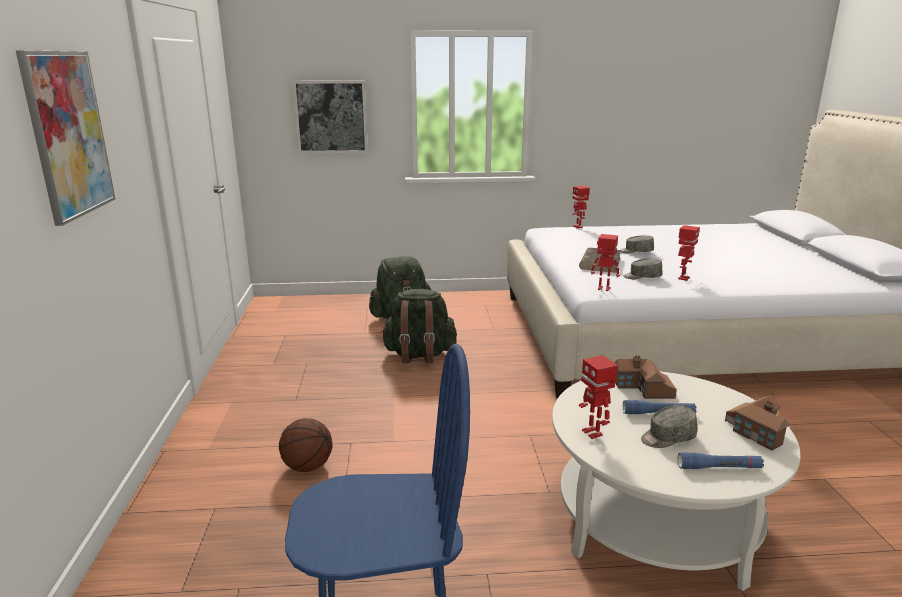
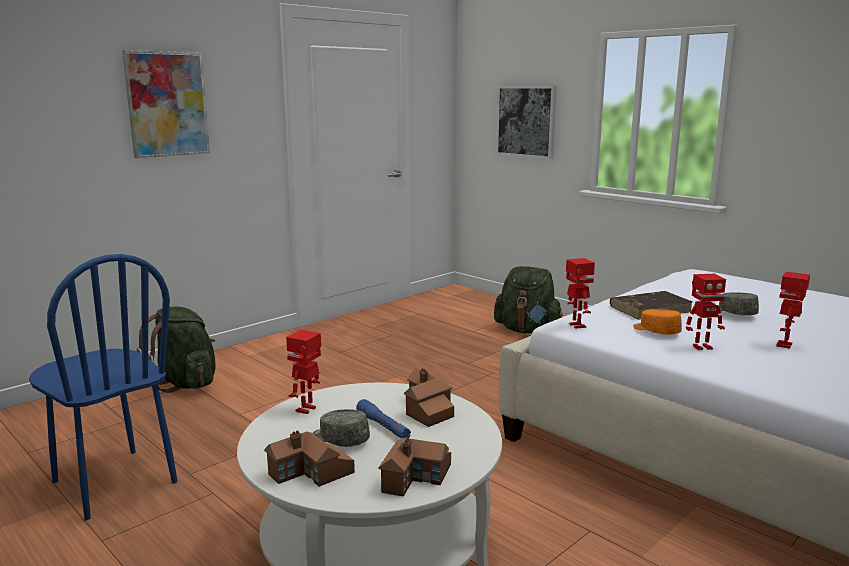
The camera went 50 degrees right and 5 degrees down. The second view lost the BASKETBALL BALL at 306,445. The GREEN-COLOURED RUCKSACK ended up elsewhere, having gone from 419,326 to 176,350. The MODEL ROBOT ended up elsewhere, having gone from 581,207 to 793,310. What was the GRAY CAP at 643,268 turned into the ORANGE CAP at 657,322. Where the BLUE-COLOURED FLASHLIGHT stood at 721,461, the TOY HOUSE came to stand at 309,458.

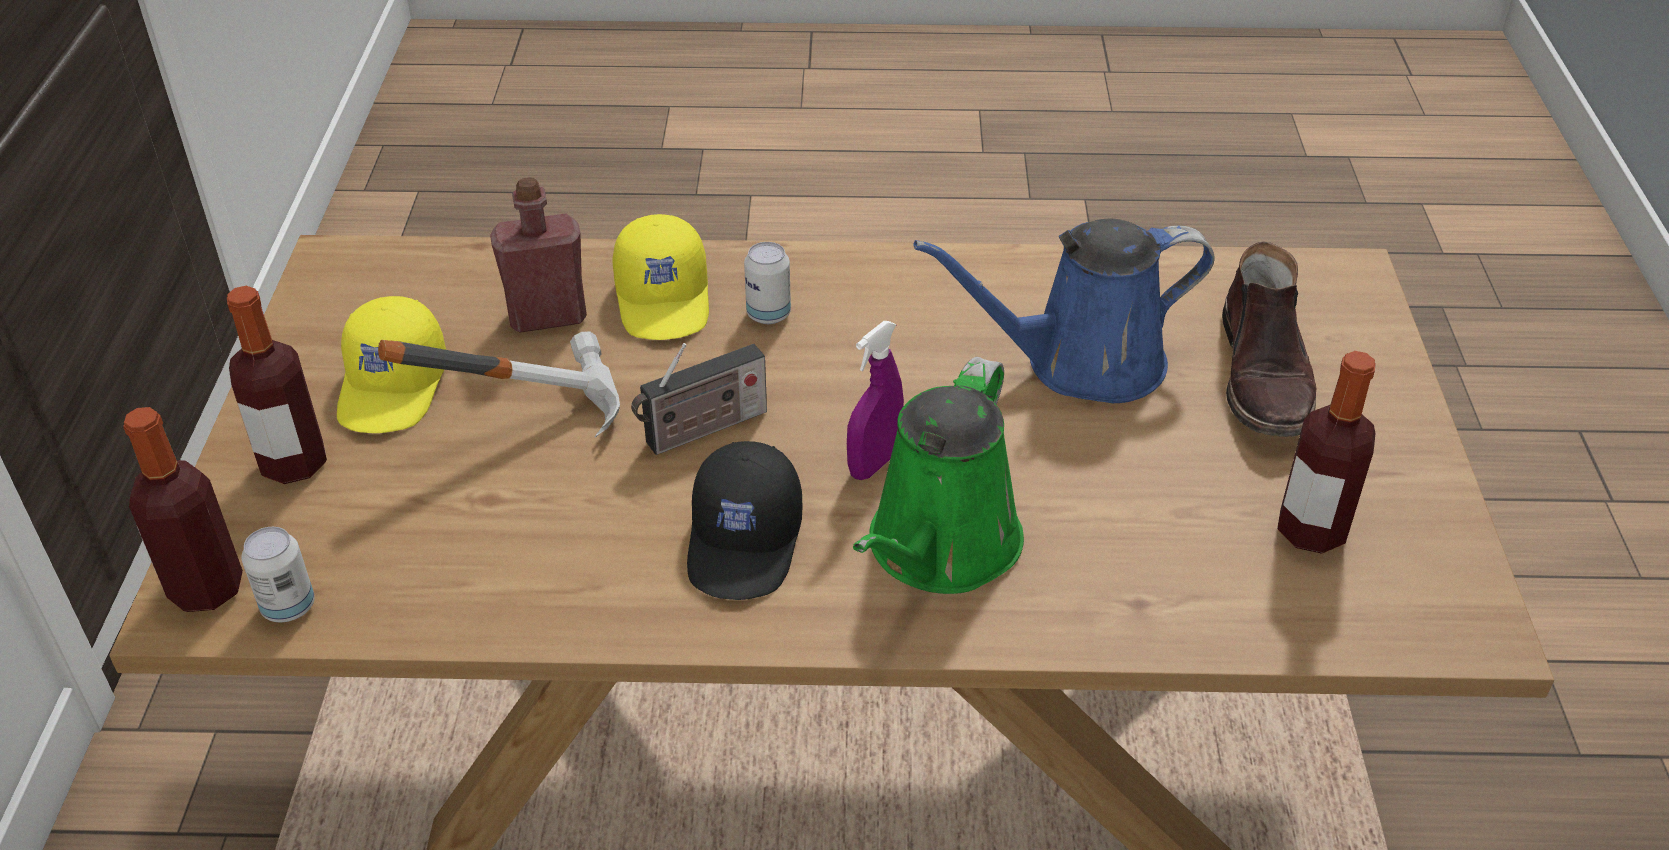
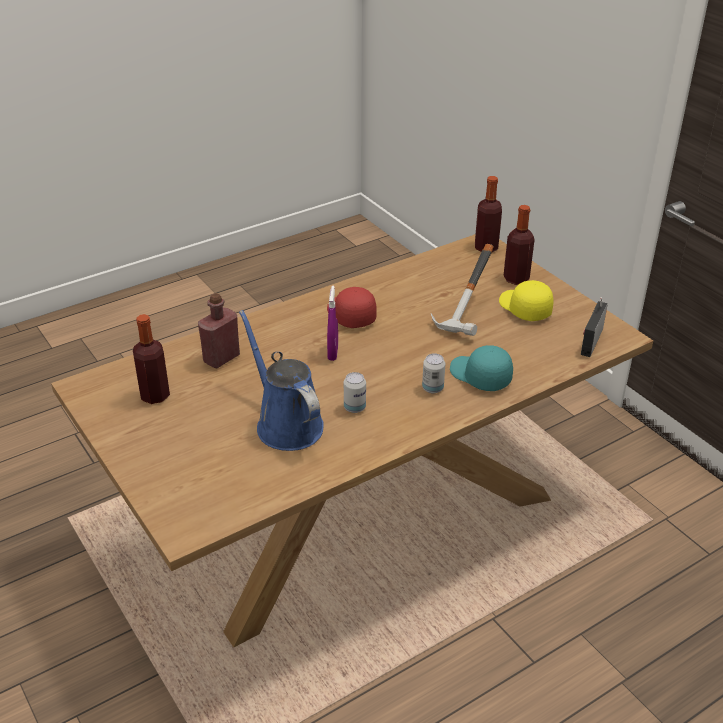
The camera went 145 degrees right and 5 degrees down. The SEALED CAN ended up elsewhere, having gone from 278,574 to 355,392. The RED-COLOURED BEVERAGE BOTTLE ended up elsewhere, having gone from 538,255 to 219,330. What was the YELLOWISH CAP at 661,277 turned into the BLUE-GREEN CAP at 481,368. The RADIO SET ended up elsewhere, having gone from 699,399 to 594,327. What was the BLACKISH CAP at 744,520 turned into the RED-COLOURED CAP at 352,307. The second view lost the GREEN-COLOURED WATERING POT at 938,475. The BLUE-COLOURED WATERING POT at 1063,310 ended up facing another way, 75 degrees counterclockwise from before. The second view lost the BROWN HIGH-TOP BOOT at 1269,339.

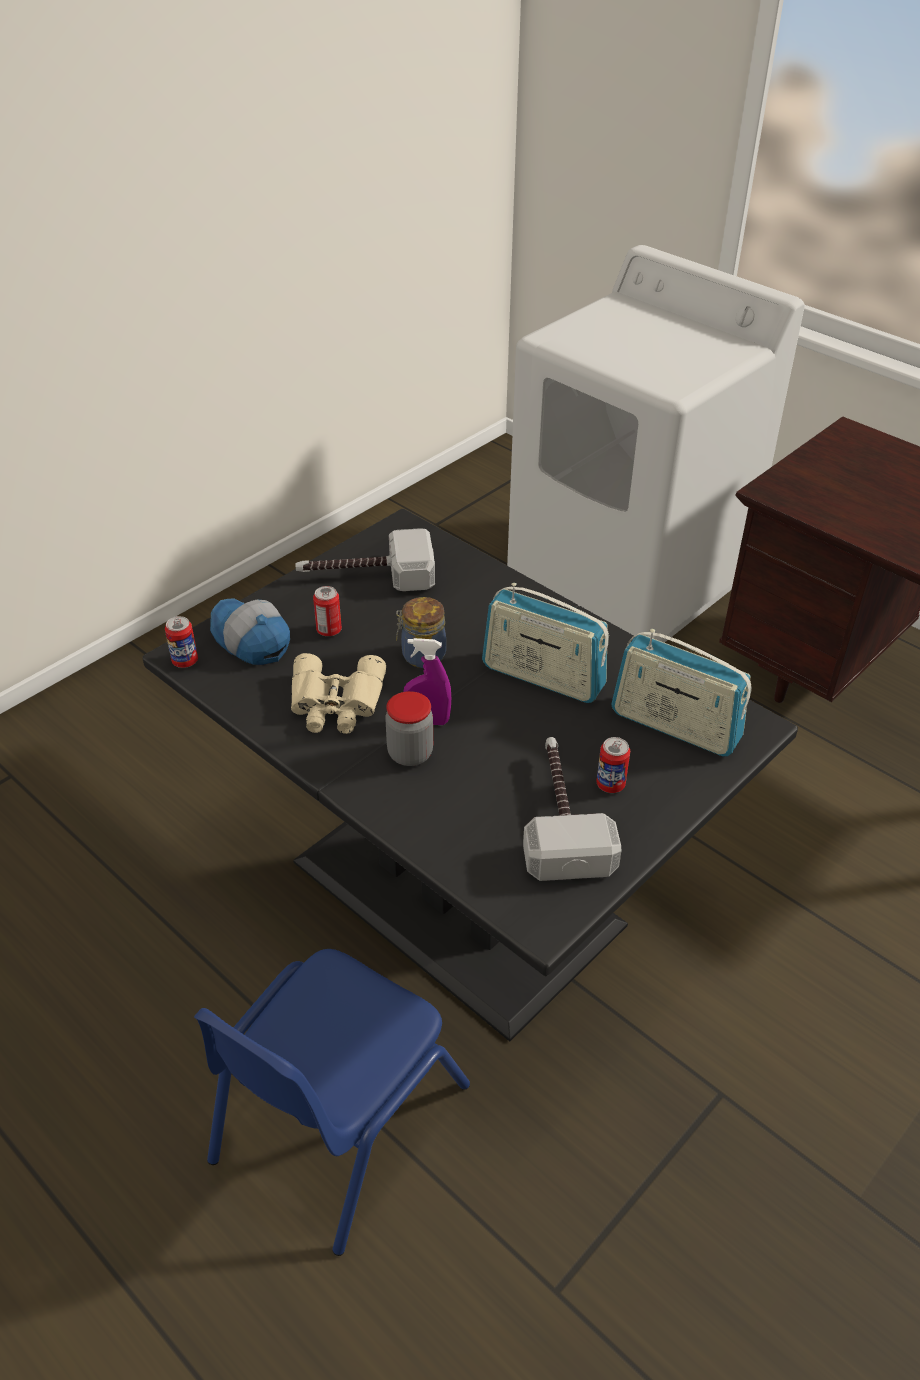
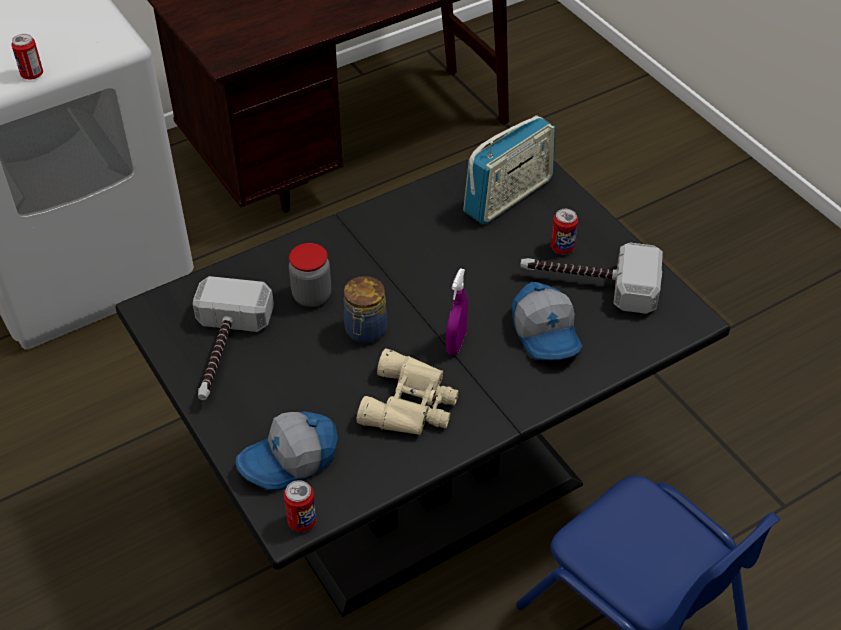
The camera went 75 degrees left and 5 degrees up. The SEALED CAN ended up elsewhere, having gone from 327,611 to 27,57. The PRESERVE JAR ended up elsewhere, having gone from 409,728 to 310,275. The second view lost the RADIO SET at 545,643. The second view gained the CAP at 547,321.

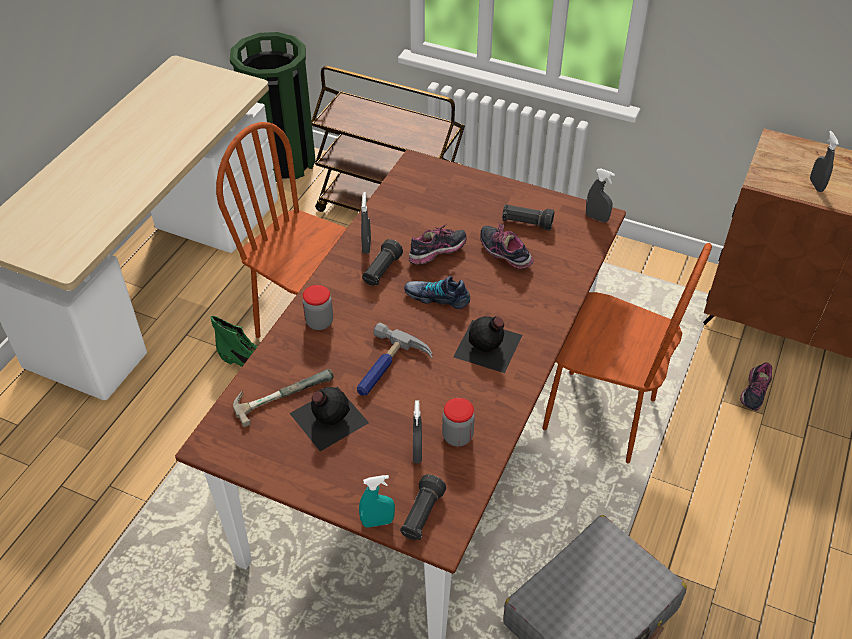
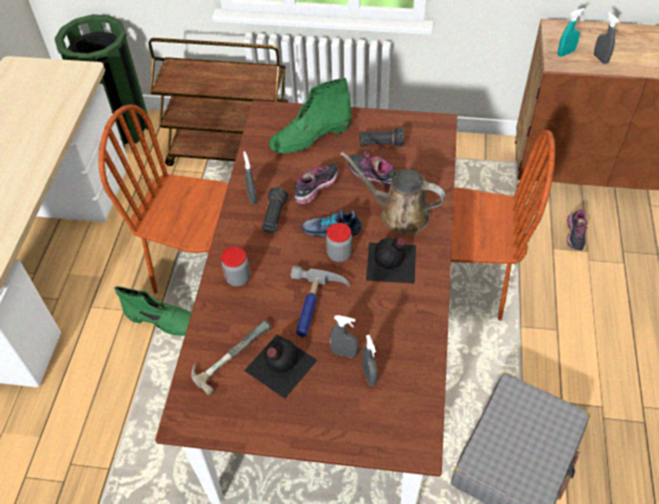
The camera went 15 degrees left and 5 degrees up. The BLUE-GREEN SPRAY BOTTLE ended up elsewhere, having gone from 377,501 to 571,32. The second view lost the BLACKISH FLASHLIGHT at 423,507. The PRESERVE JAR ended up elsewhere, having gone from 458,422 to 339,242. The GRAY SPRAY BOTTLE ended up elsewhere, having gone from 600,195 to 344,336. The second view gained the GREEN-COLOURED HIGH-TOP BOOT at 310,116. The second view gained the BROWN WATERING POT at 393,193.

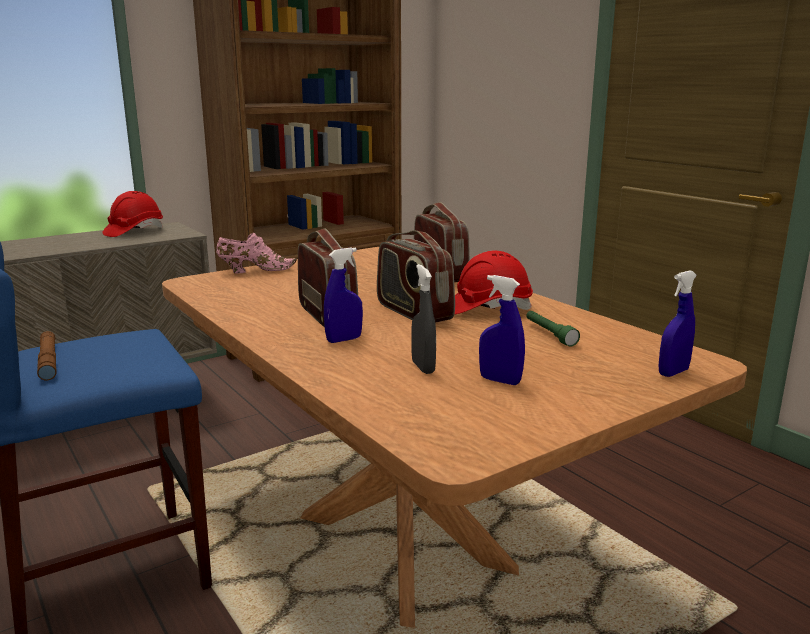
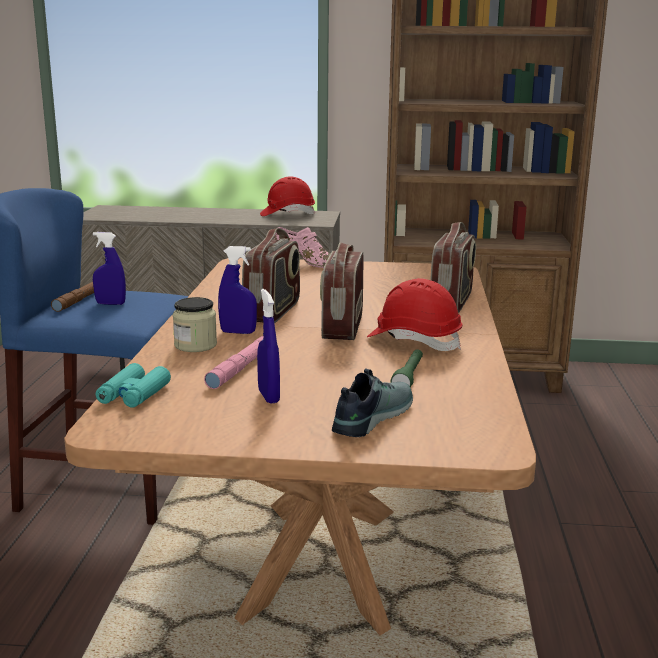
The camera went 40 degrees right and 0 degrees up. Where the GRAY SPRAY BOTTLE stood at 423,319, the PINK FLASHLIGHT came to stand at 233,362. The BLUE-COLOURED SPRAY BOTTLE ended up elsewhere, having gone from 678,323 to 109,268. The second view gained the BLUE-GREEN FIELD GLASSES at 133,385. The second view gained the PRESERVE JAR at 195,324. The second view gained the LOW SHOE at 372,403.

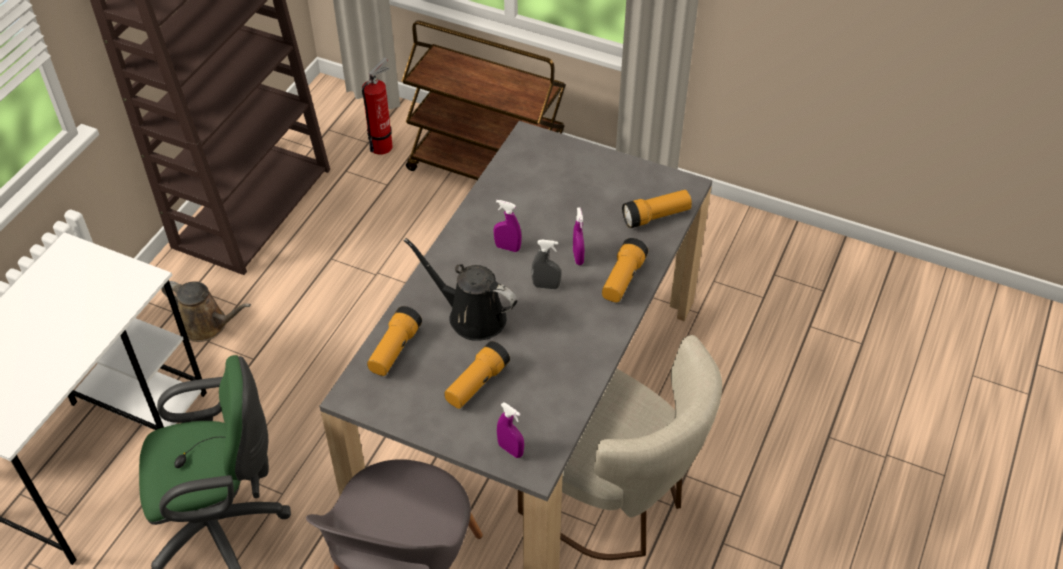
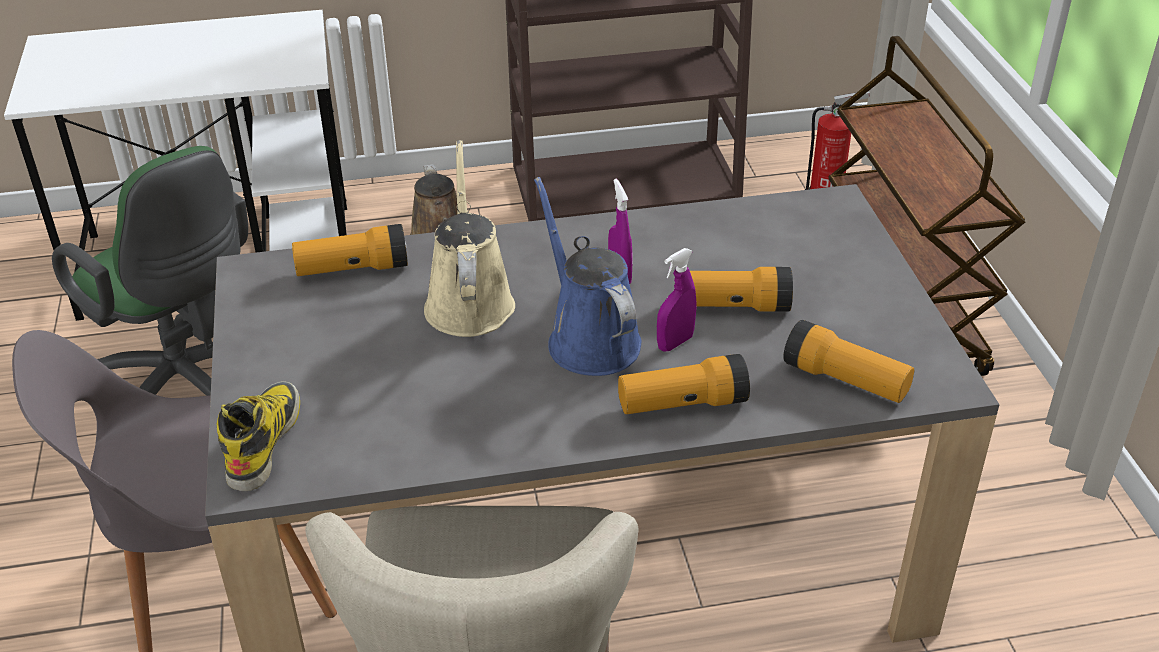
The camera went 55 degrees right and 10 degrees down. What was the BLACKISH WATERING POT at 460,289 turned into the SAND-COLOURED WATERING POT at 469,238. The FLASHLIGHT ended up elsewhere, having gone from 477,375 to 741,289. Where the PURPLE SPRAY BOTTLE stood at 510,430, the HIGH-TOP BOOT came to stand at 258,436. Where the GRAY SPRAY BOTTLE stood at 546,264, the BLUE-COLOURED WATERING POT came to stand at 588,276.

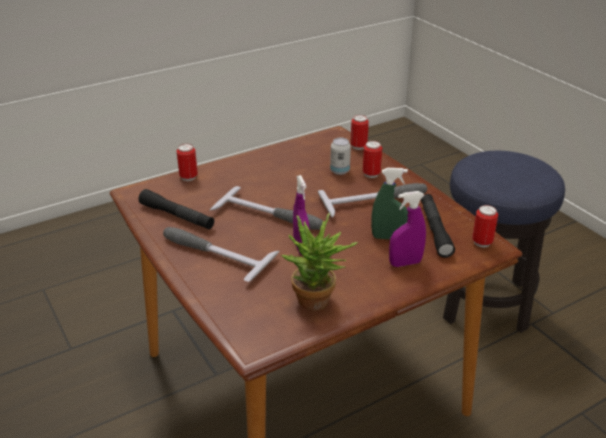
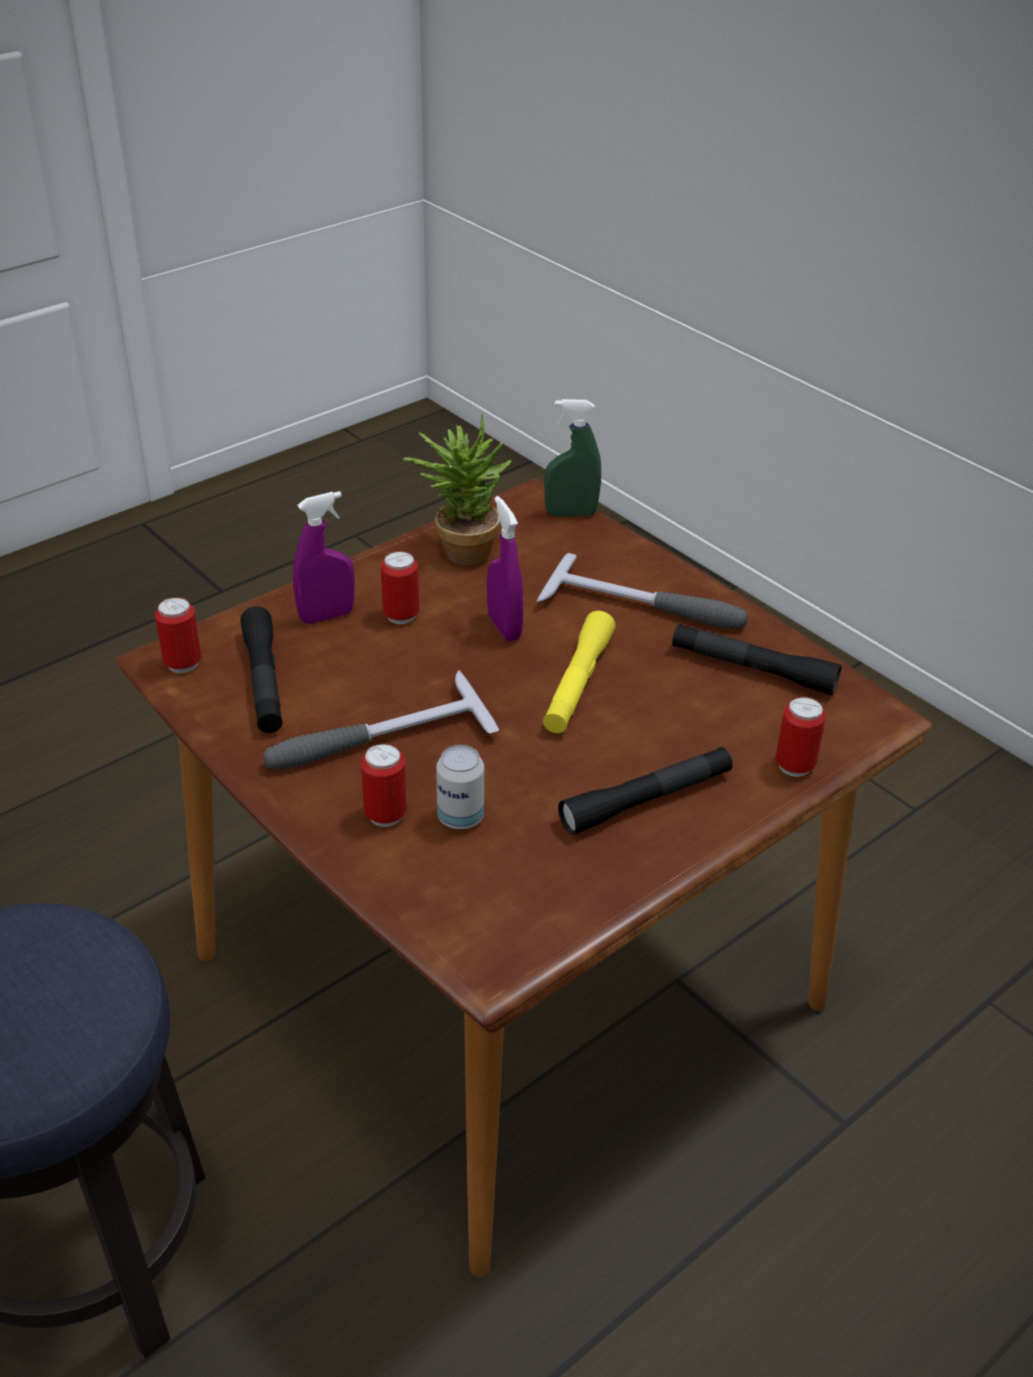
The camera went 170 degrees right and 5 degrees up. Where the TOOL HAMMER stood at 266,208, the YELLOWISH FLASHLIGHT came to stand at 579,672. The SEALED CAN ended up elsewhere, having gone from 359,132 to 400,587. The GREEN-COLOURED SPRAY BOTTLE ended up elsewhere, having gone from 389,203 to 572,458. The second view gained the BLACKISH FLASHLIGHT at 645,791.

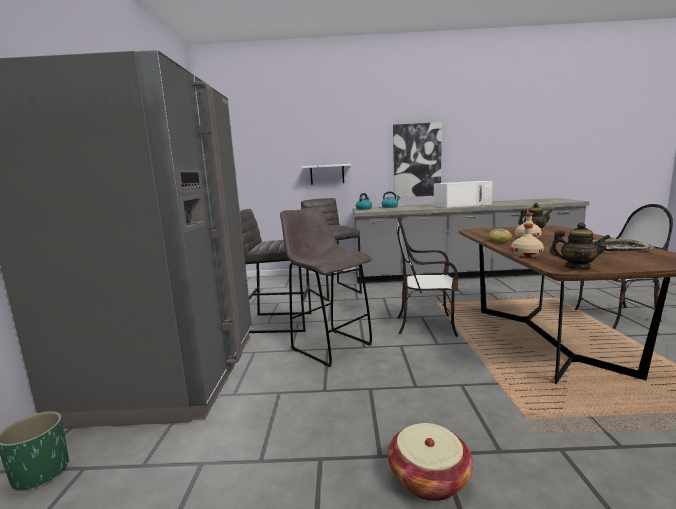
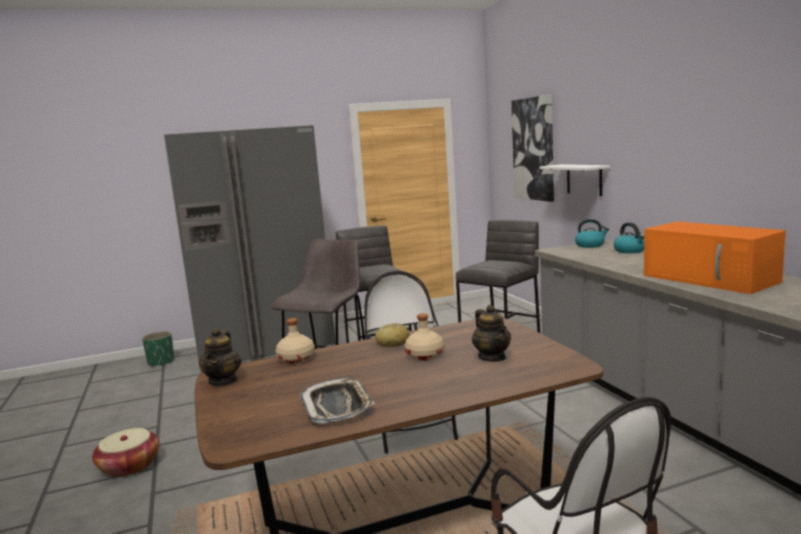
The camera went 70 degrees right and 0 degrees up. The WALL ART ended up elsewhere, having gone from 417,159 to 532,148. What was the WHITE-COLOURED KITCHEN MICROWAVE at 463,194 turned into the ORANGE KITCHEN MICROWAVE at 715,257.

